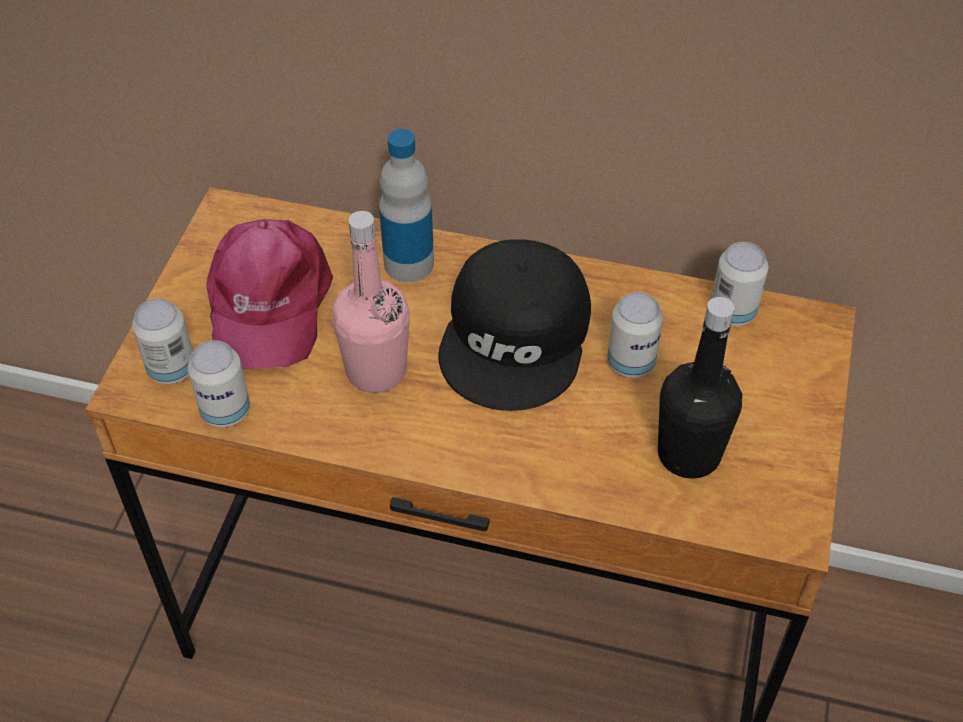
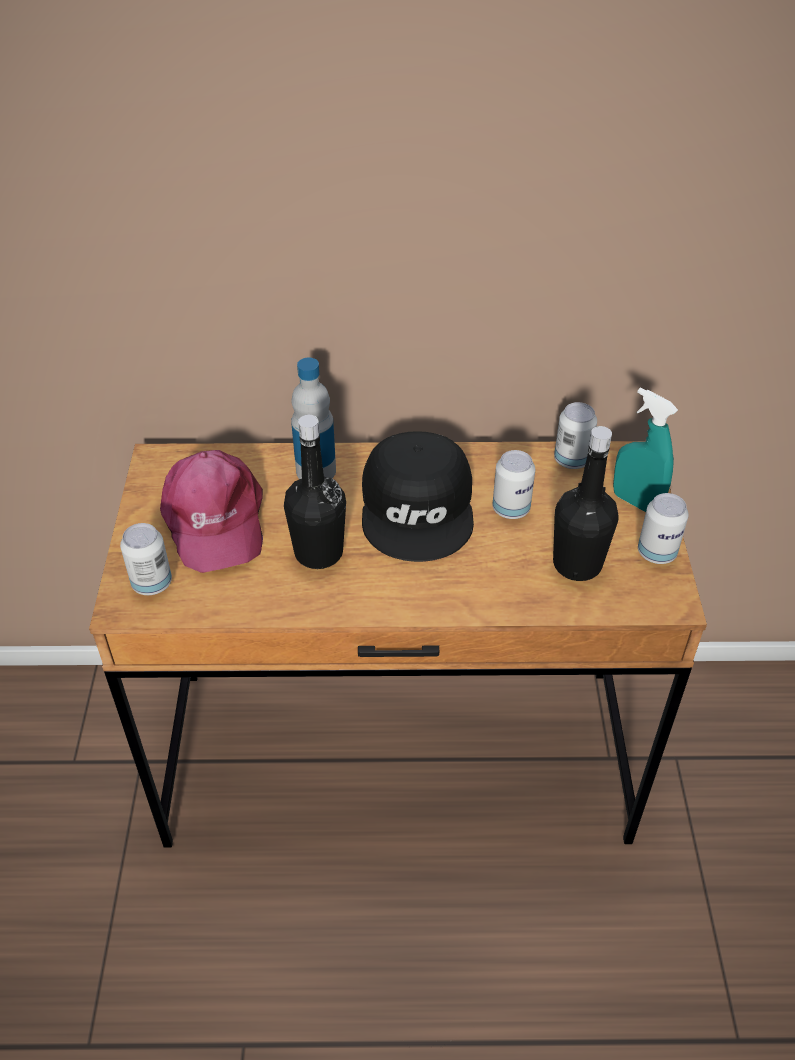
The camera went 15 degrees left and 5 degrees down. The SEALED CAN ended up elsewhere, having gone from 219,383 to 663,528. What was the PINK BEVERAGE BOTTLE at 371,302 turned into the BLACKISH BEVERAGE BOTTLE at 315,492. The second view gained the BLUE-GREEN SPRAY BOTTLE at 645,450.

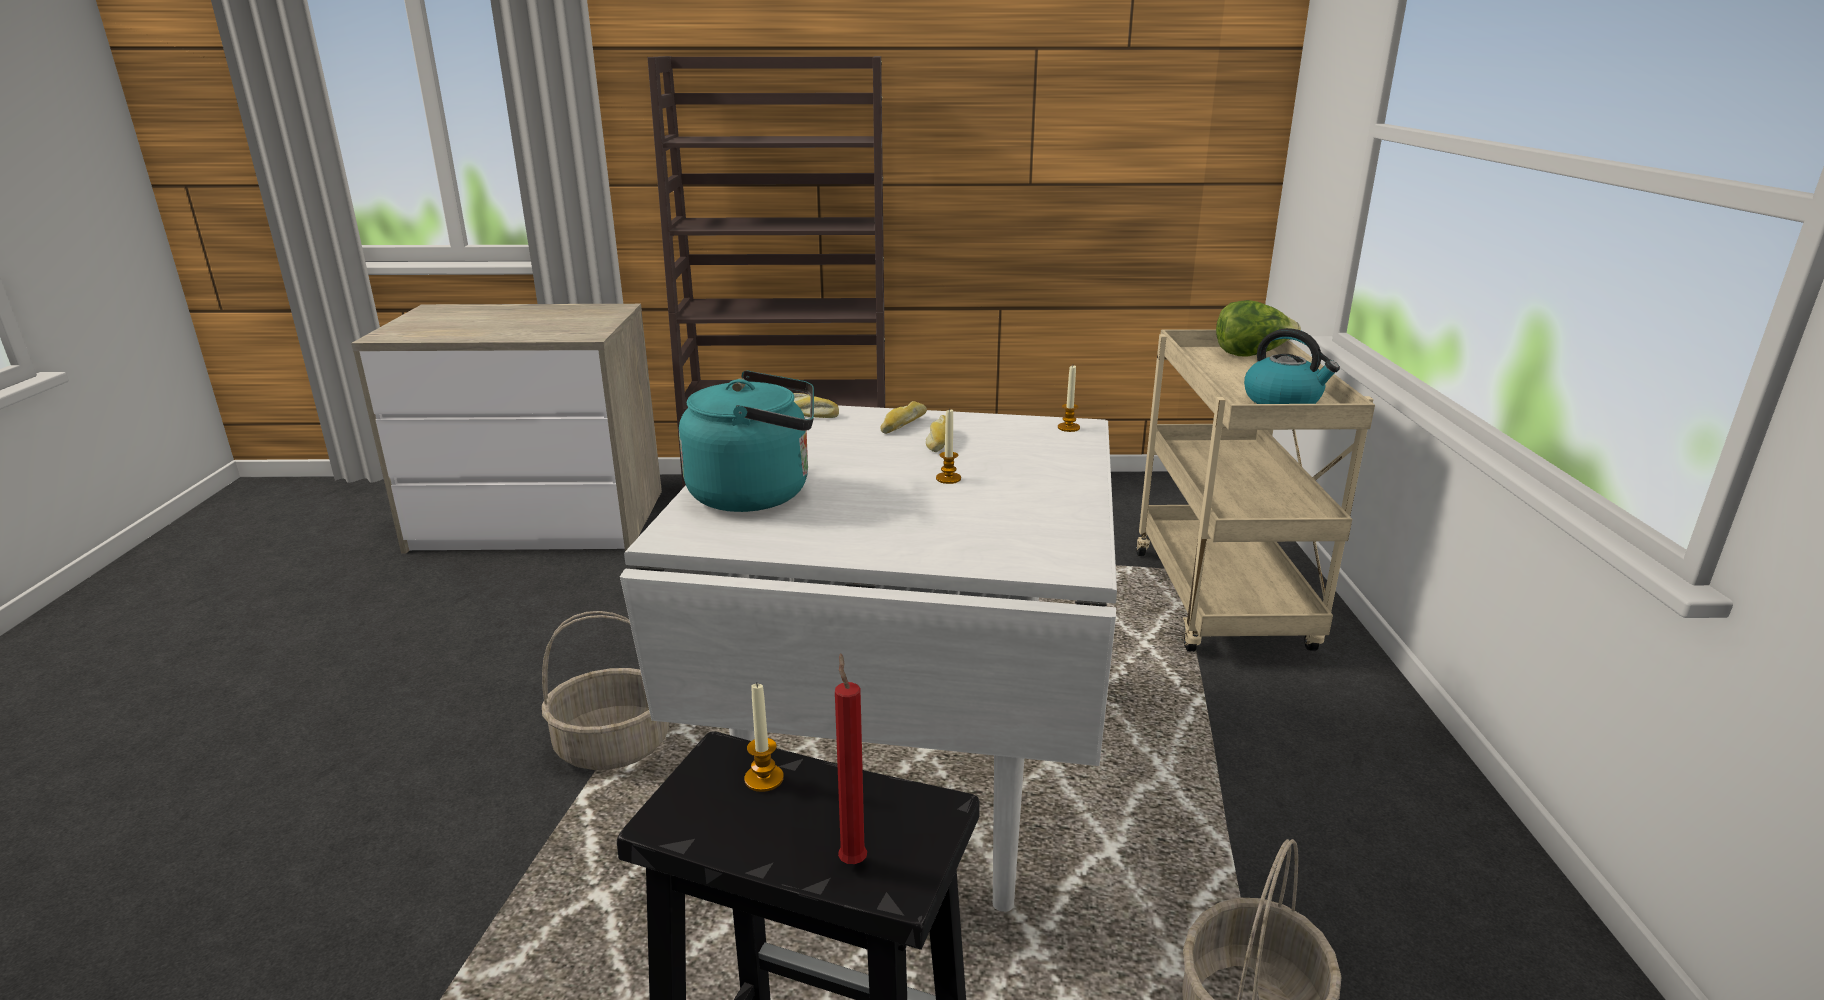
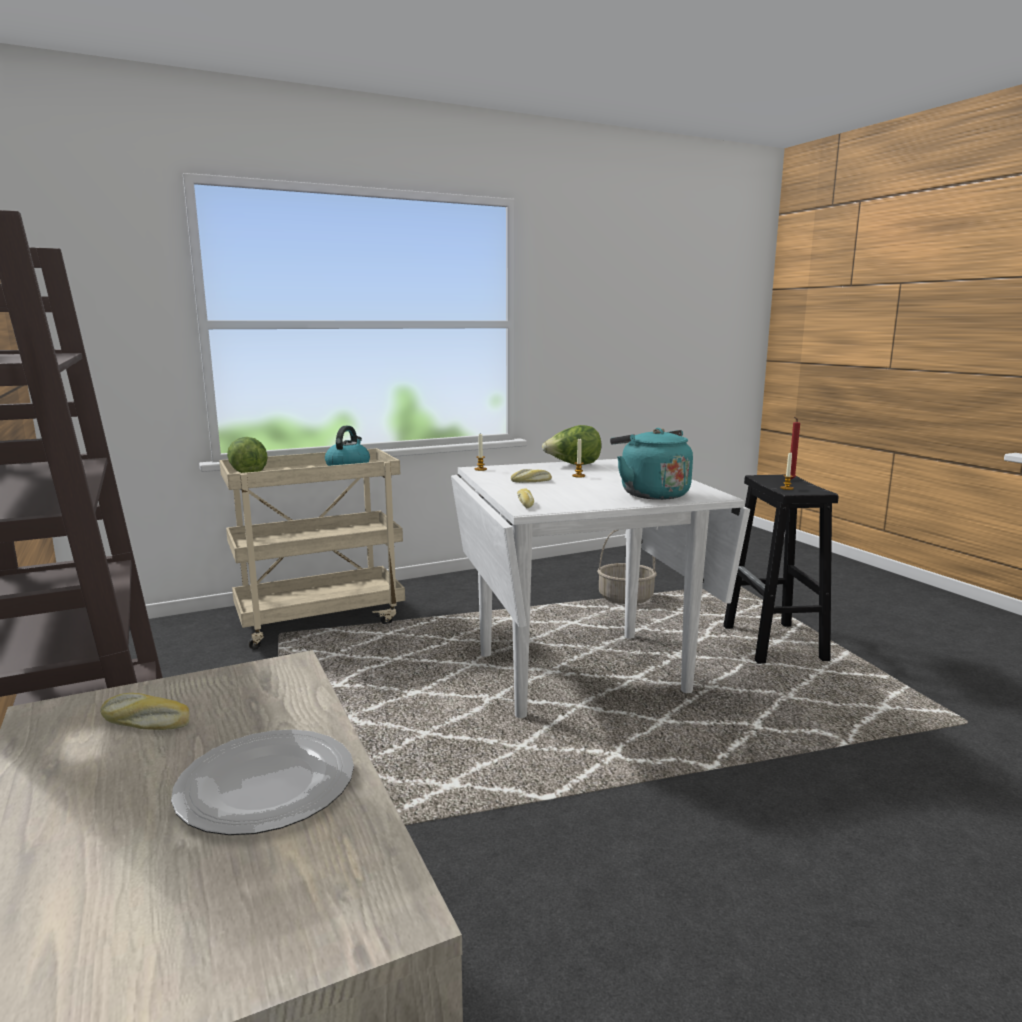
The camera went 115 degrees left and 10 degrees down. The second view lost the STORAGE BASKET at 605,690. The BAKERY BREAD ended up elsewhere, having gone from 903,417 to 145,711. The second view gained the PLATE at 262,782. The second view gained the LETTUCE HEAD at 572,445.

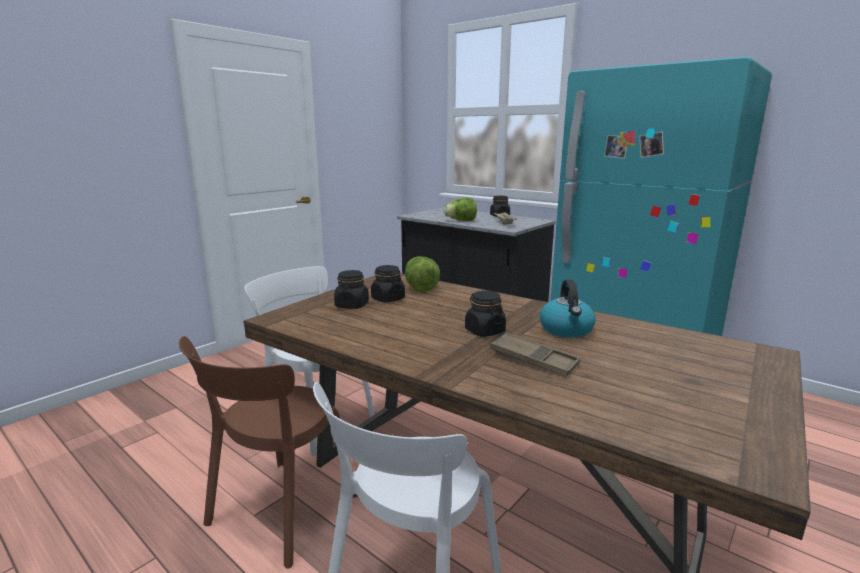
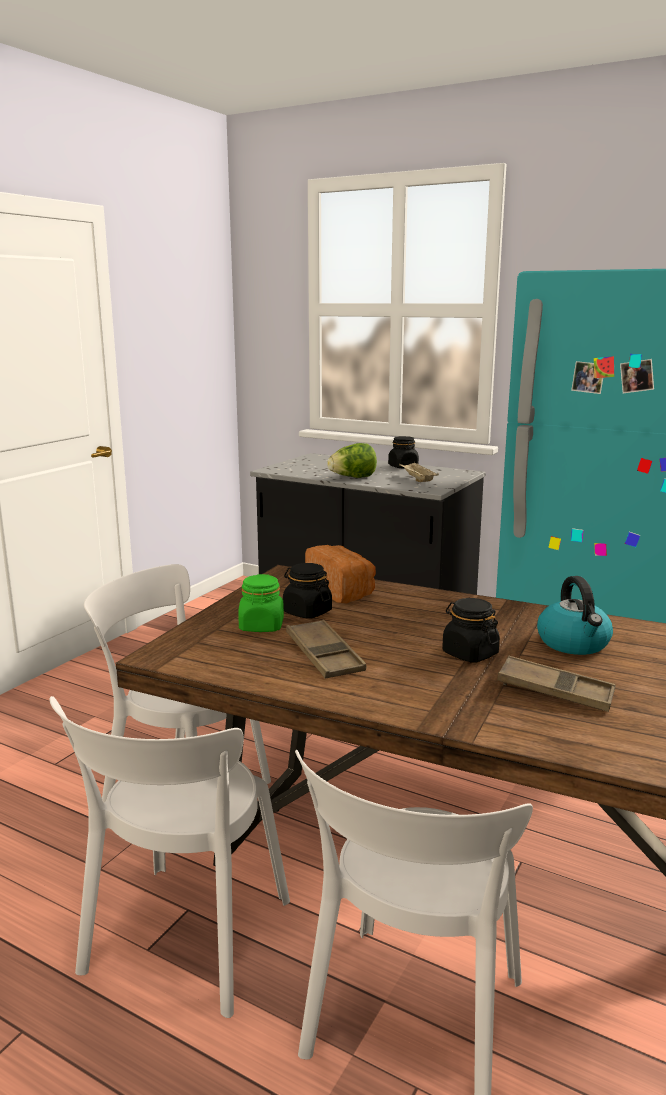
The camera went 10 degrees left and 0 degrees up. What was the BROWN UPRIGHT CHAIR at 268,452 turned into the WHITE-COLOURED UPRIGHT CHAIR at 170,857. What was the BLACKISH PRESERVE JAR at 351,289 turned into the GREEN-COLOURED PRESERVE JAR at 261,603. Where the LETTUCE HEAD stood at 422,274, the BAKERY BREAD came to stand at 340,574. The second view gained the BROWN SERVING TRAY at 326,649.

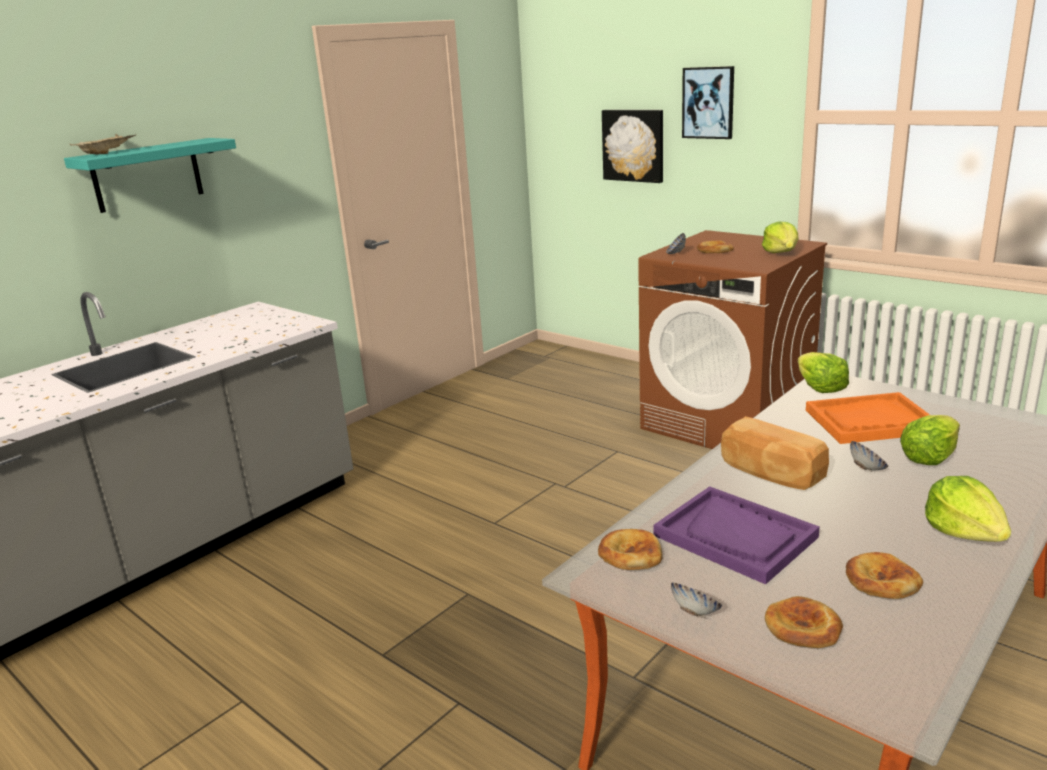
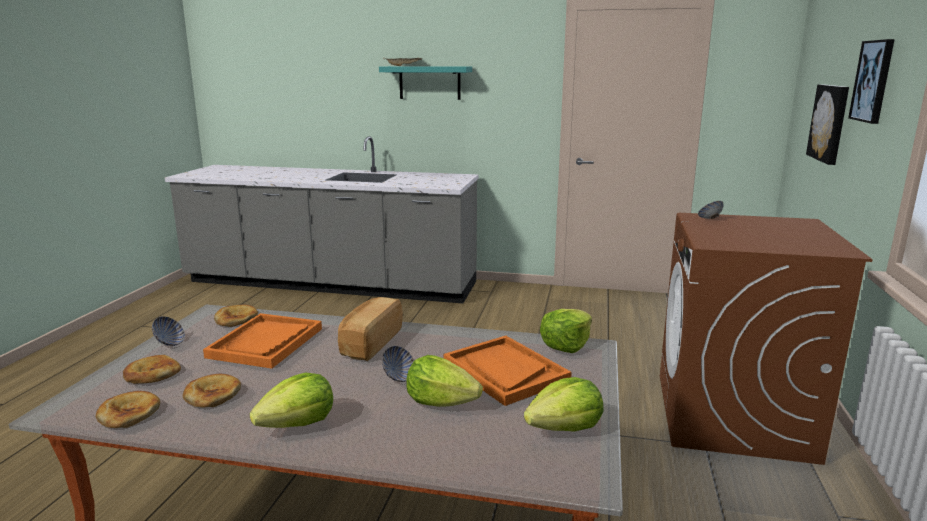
The camera went 60 degrees right and 5 degrees down. What was the PURPLE SERVING TRAY at 736,535 turned into the ORANGE SERVING TRAY at 262,341. The BAKERY BREAD ended up elsewhere, having gone from 715,246 to 127,409. The LETTUCE HEAD ended up elsewhere, having gone from 780,237 to 564,404.

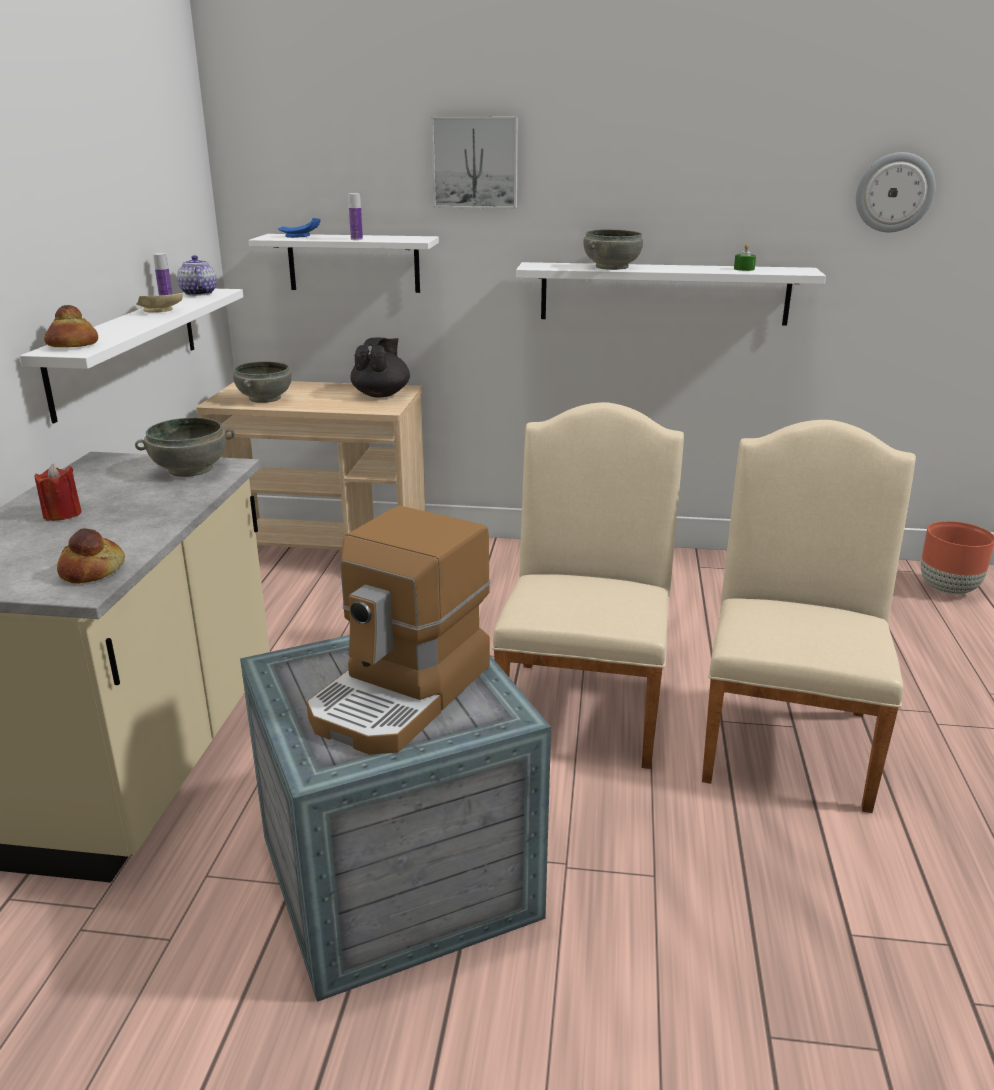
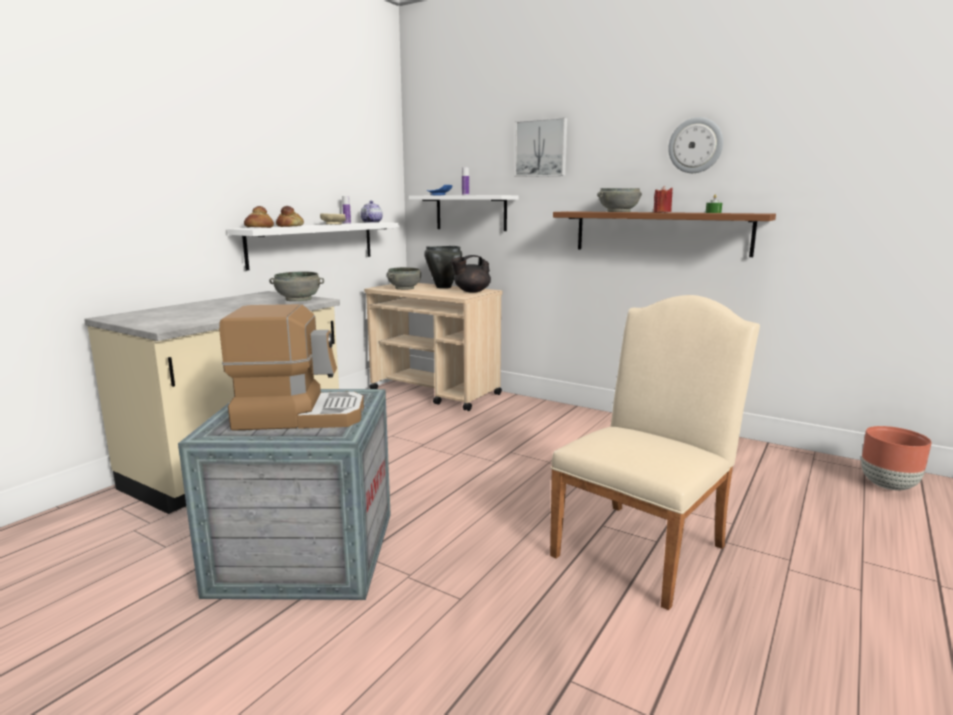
The camera went 25 degrees right and 10 degrees down. The RED-COLOURED WAX LIGHT ended up elsewhere, having gone from 58,492 to 663,199. The BAKERY BREAD ended up elsewhere, having gone from 91,556 to 290,216. The COFFEE MAKER at 399,630 ended up facing another way, 150 degrees counterclockwise from before. The BLACKISH TEAPOT at 380,368 ended up facing another way, 150 degrees counterclockwise from before. The second view lost the SAND-COLOURED UPRIGHT CHAIR at 588,585. What was the WHITE-COLOURED SHELF at 671,293 turned into the BROWN SHELF at 664,234. The WALL CLOCK ended up elsewhere, having gone from 895,192 to 695,145. The second view gained the BLACKISH STOCKPOT at 443,267.

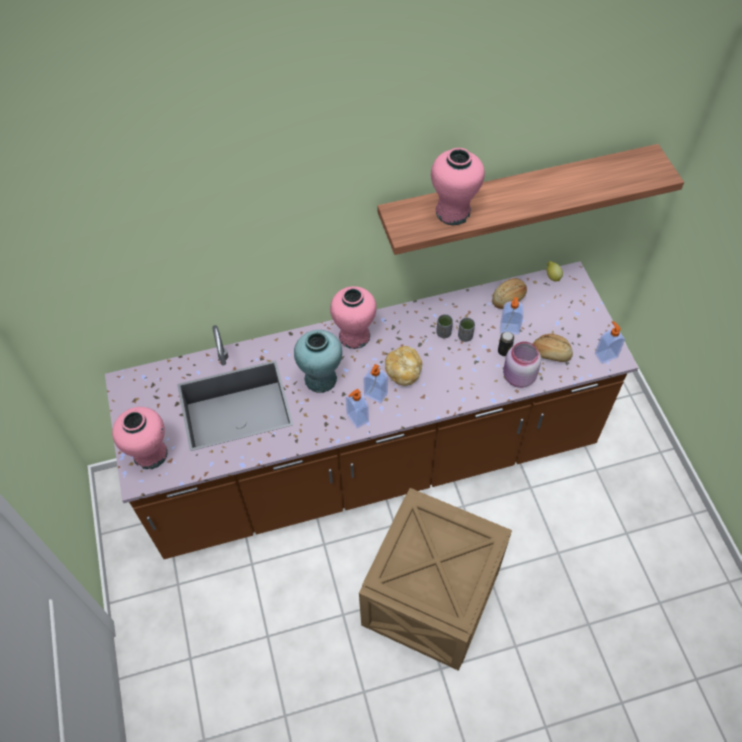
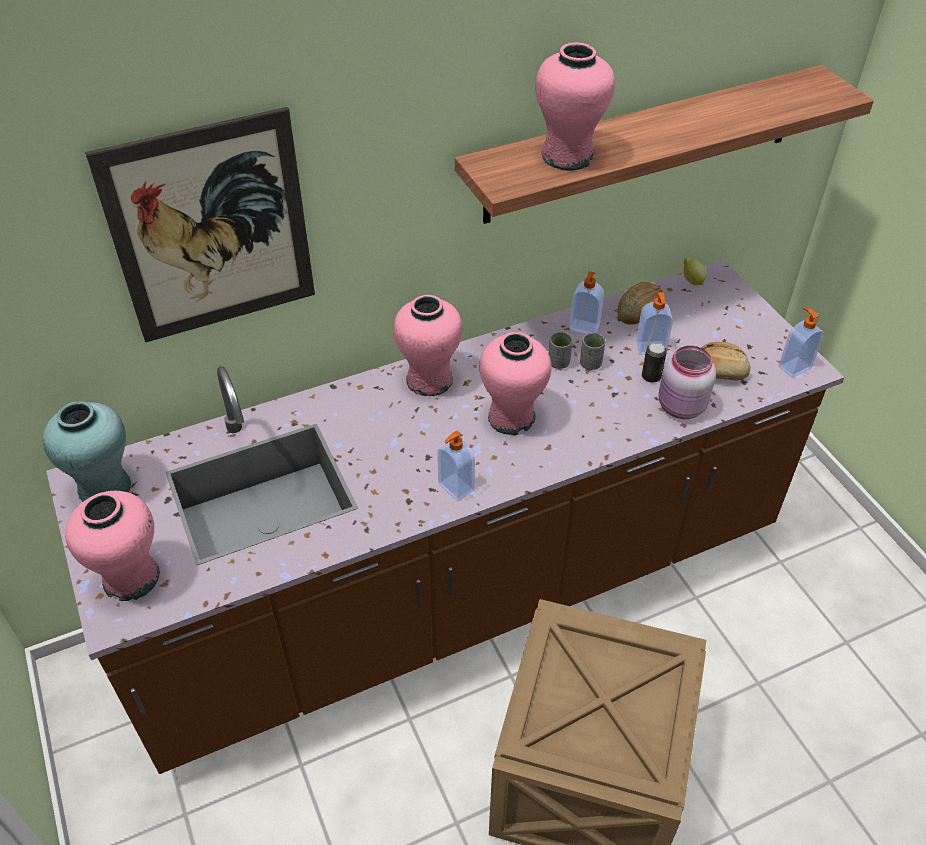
The camera went 10 degrees left and 10 degrees down. The BLUE-GREEN FLOWER VASE ended up elsewhere, having gone from 318,361 to 87,451. The SOAP BOTTLE ended up elsewhere, having gone from 375,383 to 586,302. Where the BAKERY BREAD stood at 403,366, the PINK FLOWER VASE came to stand at 515,383. The second view gained the WALL ART at 200,225.

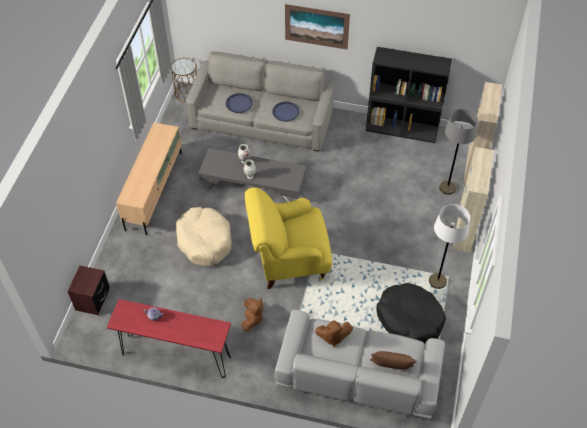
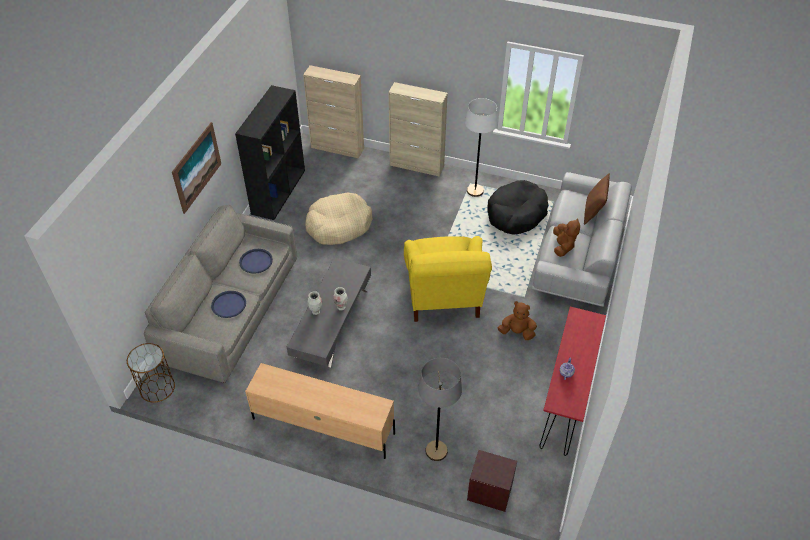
The camera went 85 degrees left and 5 degrees down. The SAND-COLOURED PET BED ended up elsewhere, having gone from 204,236 to 339,218. The GRAY FLOOR LAMP ended up elsewhere, having gone from 458,152 to 440,409.

